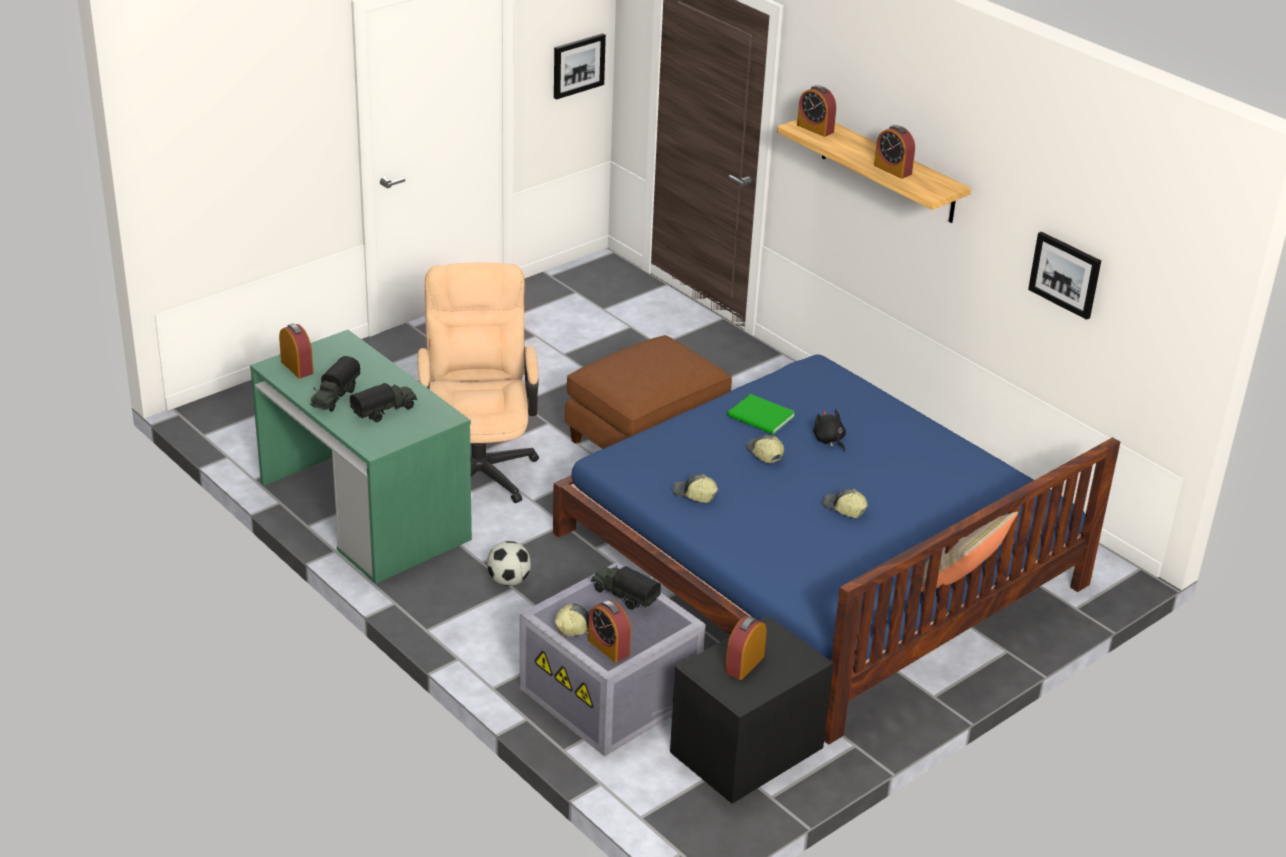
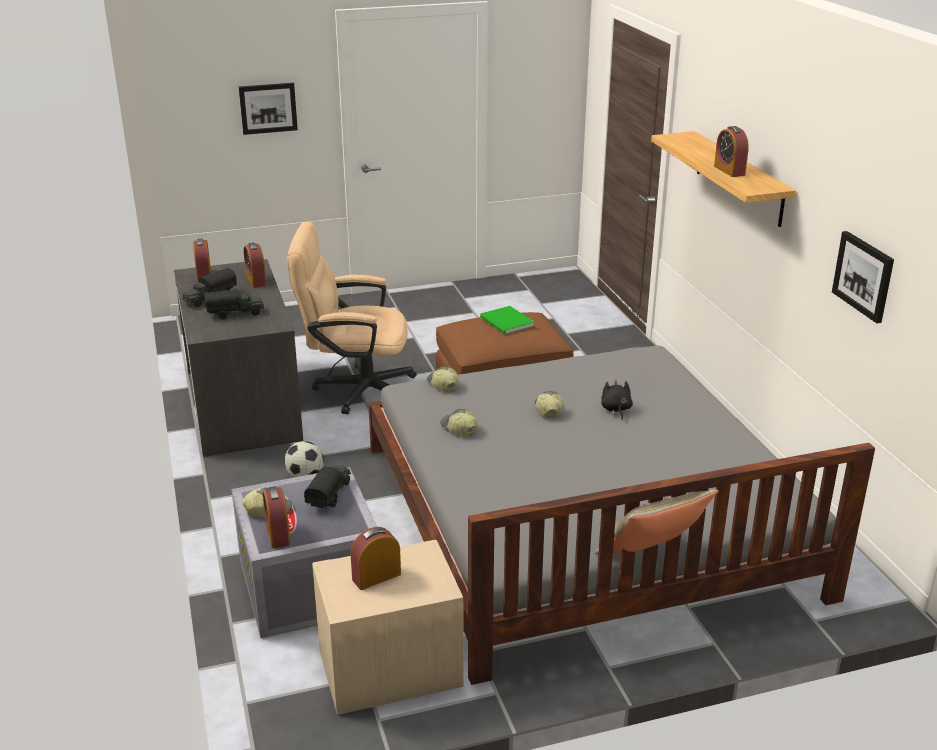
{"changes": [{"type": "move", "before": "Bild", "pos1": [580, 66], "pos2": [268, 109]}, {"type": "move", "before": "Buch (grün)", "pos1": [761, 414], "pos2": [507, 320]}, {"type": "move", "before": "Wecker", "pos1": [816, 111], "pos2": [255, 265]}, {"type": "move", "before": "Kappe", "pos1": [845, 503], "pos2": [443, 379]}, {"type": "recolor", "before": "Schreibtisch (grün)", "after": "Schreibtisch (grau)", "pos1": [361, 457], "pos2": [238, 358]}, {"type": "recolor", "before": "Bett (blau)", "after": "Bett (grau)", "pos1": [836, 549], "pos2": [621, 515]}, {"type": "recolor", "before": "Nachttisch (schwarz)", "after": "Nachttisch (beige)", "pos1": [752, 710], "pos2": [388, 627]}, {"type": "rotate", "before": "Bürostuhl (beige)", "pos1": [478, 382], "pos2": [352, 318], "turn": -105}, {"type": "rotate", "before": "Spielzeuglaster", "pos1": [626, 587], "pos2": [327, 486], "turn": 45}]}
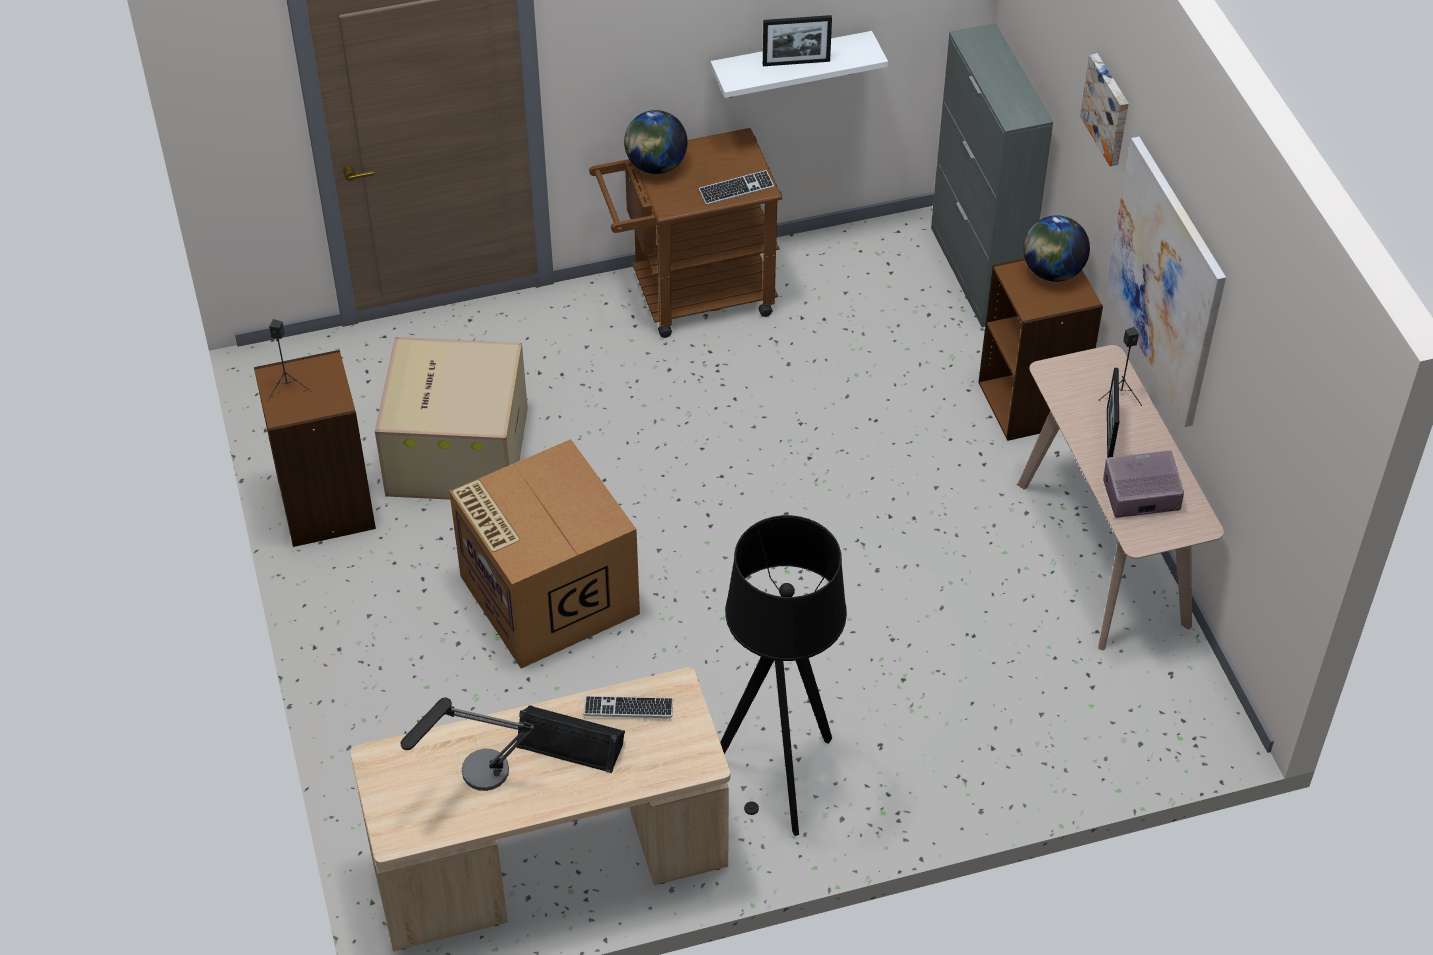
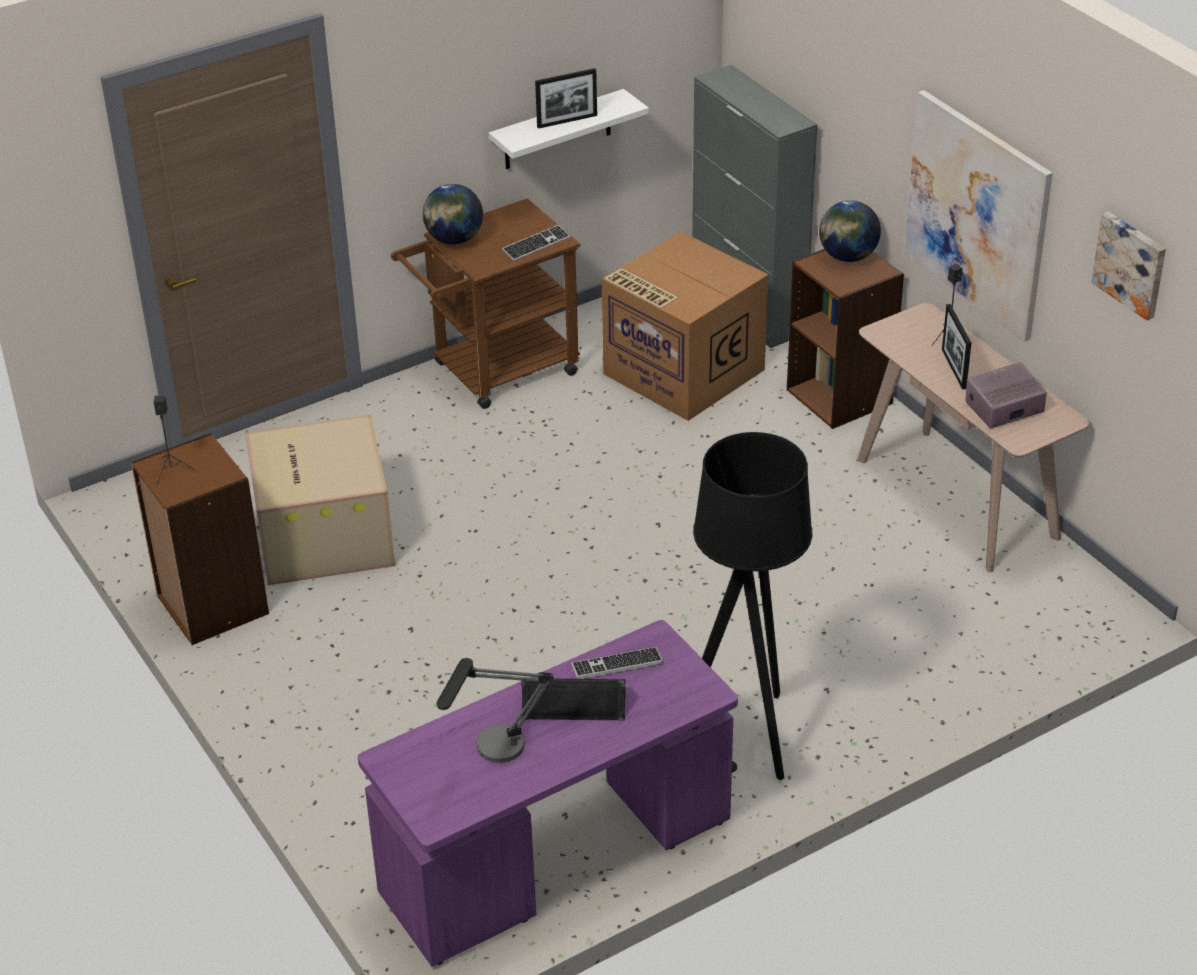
{"changes": [{"type": "move", "before": "Karton", "pos1": [544, 553], "pos2": [685, 326]}, {"type": "move", "before": "Bild", "pos1": [1104, 109], "pos2": [1128, 266]}, {"type": "recolor", "before": "Schreibtisch (beige)", "after": "Schreibtisch (lila)", "pos1": [540, 809], "pos2": [548, 793]}]}
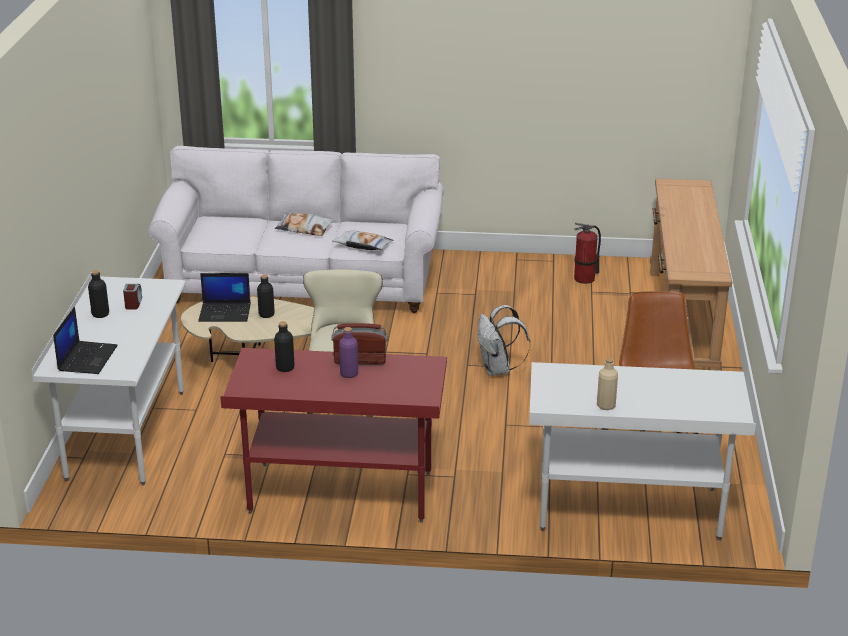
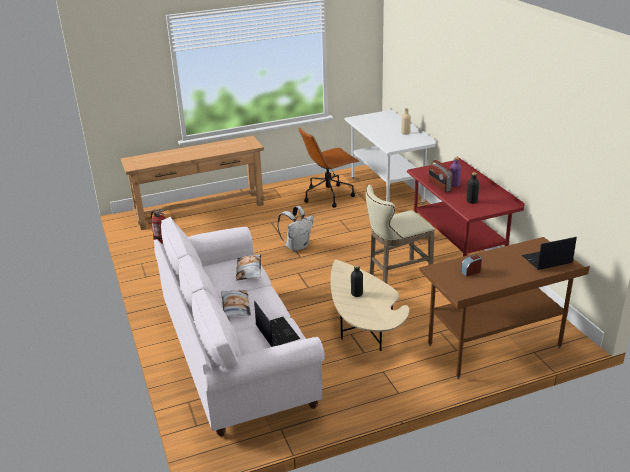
{"changes": [{"type": "delete", "before": "Flasche (schwarz)", "pos1": [98, 294]}, {"type": "move", "before": "Laptop", "pos1": [224, 297], "pos2": [277, 324]}, {"type": "recolor", "before": "Schreibtisch (weiß)", "after": "Schreibtisch (braun)", "pos1": [109, 378], "pos2": [504, 308]}]}
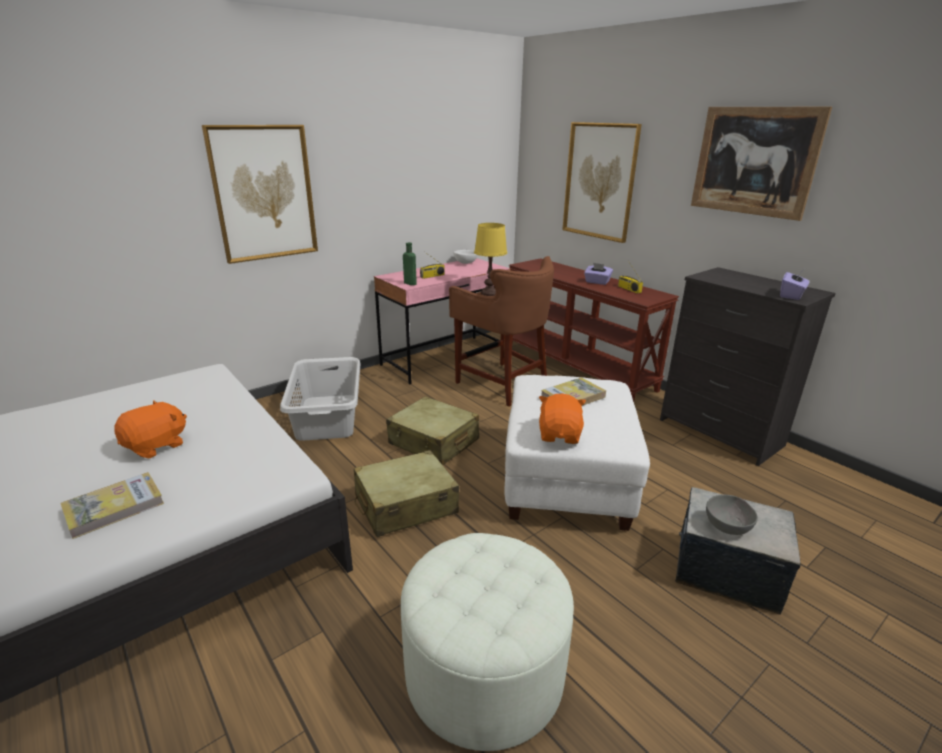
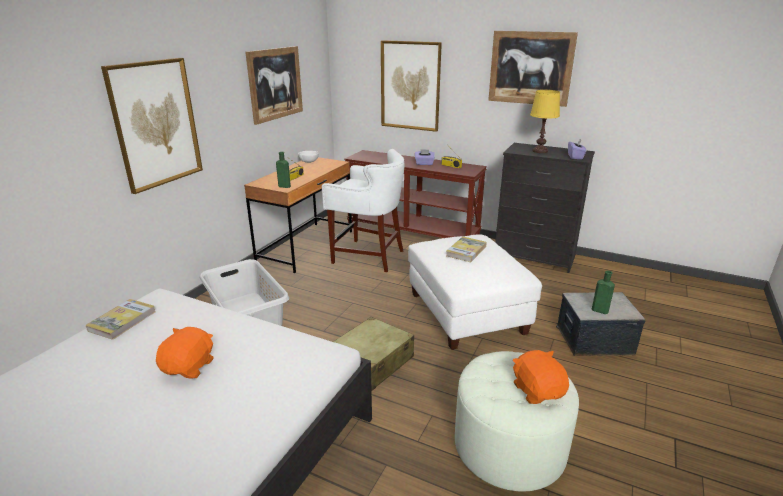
{"changes": [{"type": "delete", "before": "Koffer (beige)", "pos1": [432, 430]}, {"type": "insert", "after": "Bild", "pos2": [274, 85]}, {"type": "move", "before": "Buch", "pos1": [112, 505], "pos2": [121, 319]}, {"type": "move", "before": "Tischlampe (gelb)", "pos1": [490, 259], "pos2": [545, 121]}, {"type": "move", "before": "Plüschtier (orange)", "pos1": [562, 419], "pos2": [541, 377]}, {"type": "replace", "before": "Schüssel (grau)", "after": "Flasche (grün)", "pos1": [732, 515], "pos2": [603, 292]}, {"type": "recolor", "before": "Schreibtisch (rosa)", "after": "Schreibtisch (braun)", "pos1": [442, 321], "pos2": [298, 215]}, {"type": "recolor", "before": "Hocker (braun)", "after": "Hocker (weiß)", "pos1": [501, 331], "pos2": [363, 210]}]}
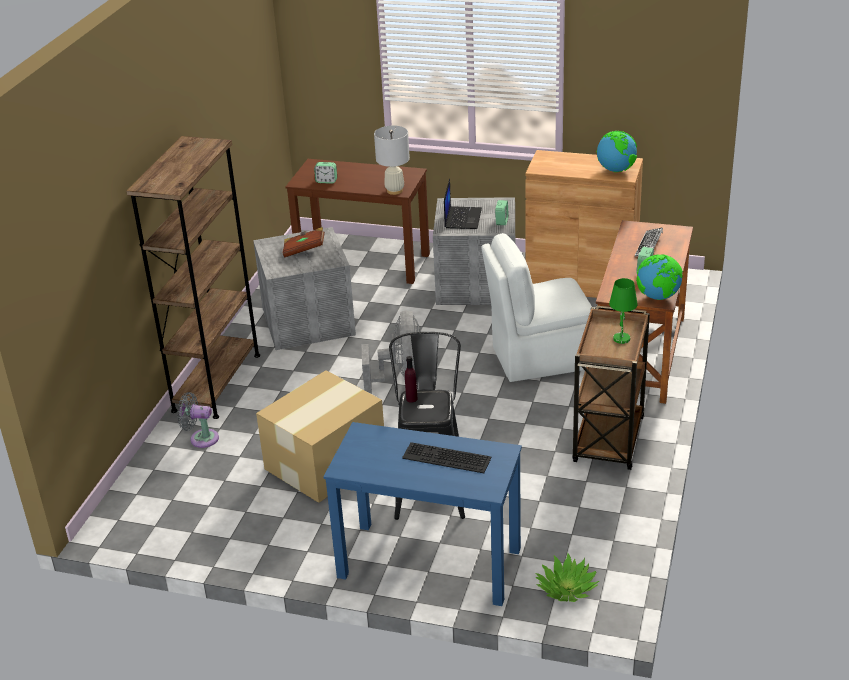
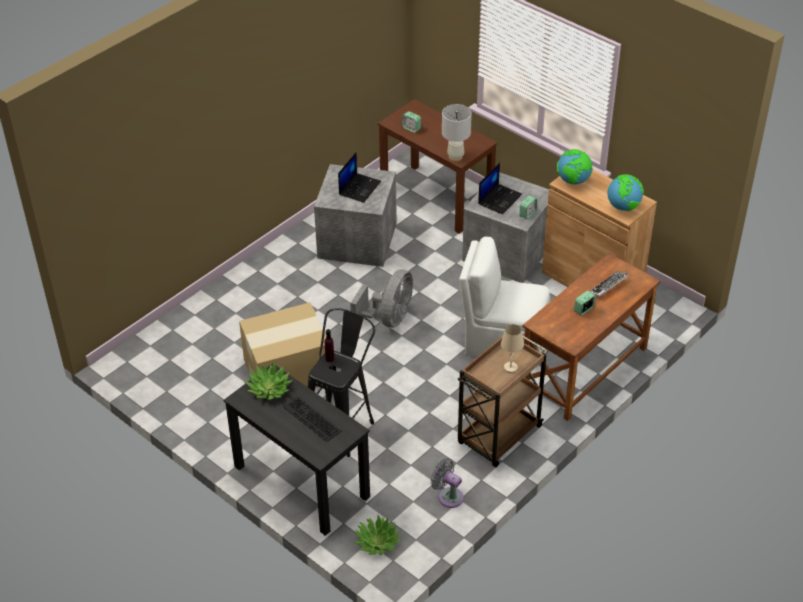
{"changes": [{"type": "delete", "before": "Bücherregal (braun)", "pos1": [193, 277]}, {"type": "insert", "after": "Topfpflanze", "pos2": [268, 380]}, {"type": "move", "before": "Ventilator (grau)", "pos1": [198, 420], "pos2": [447, 483]}, {"type": "move", "before": "Globus", "pos1": [659, 277], "pos2": [575, 166]}, {"type": "replace", "before": "Buch (braun)", "after": "Laptop", "pos1": [304, 242], "pos2": [359, 178]}, {"type": "recolor", "before": "Schreibtisch (blau)", "after": "Schreibtisch (schwarz)", "pos1": [422, 514], "pos2": [297, 449]}, {"type": "recolor", "before": "Tischlampe (grün)", "after": "Tischlampe (beige)", "pos1": [623, 311], "pos2": [512, 348]}]}
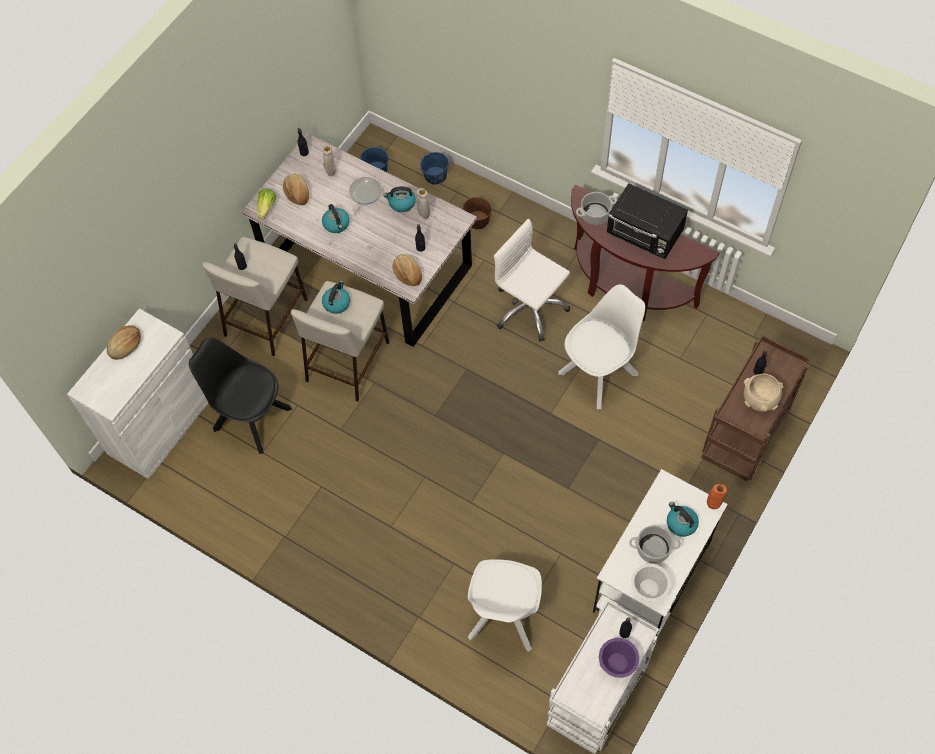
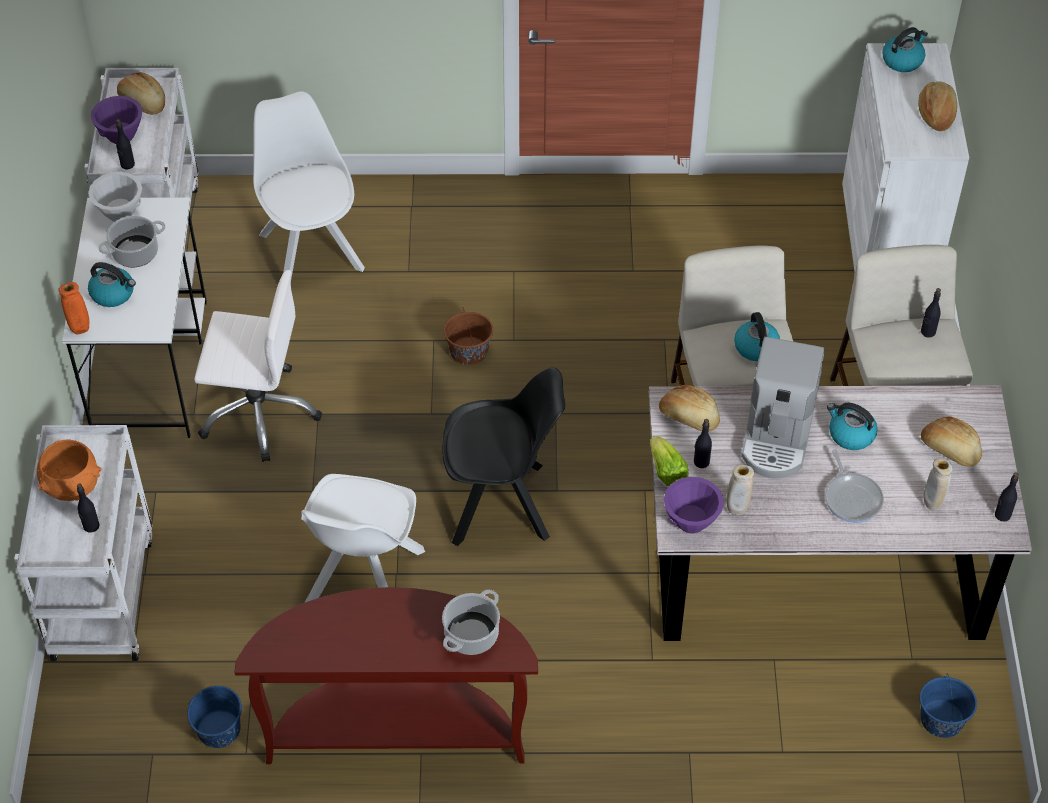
{"changes": [{"type": "delete", "before": "Mikrowelle (schwarz)", "pos1": [647, 221]}, {"type": "insert", "after": "Brot", "pos2": [141, 93]}, {"type": "insert", "after": "Schüssel (lila)", "pos2": [694, 505]}, {"type": "insert", "after": "Kaffeemaschine", "pos2": [783, 407]}, {"type": "move", "before": "Stuhl (schwarz)", "pos1": [240, 395], "pos2": [503, 456]}, {"type": "move", "before": "Salatkopf", "pos1": [267, 204], "pos2": [669, 461]}, {"type": "move", "before": "Wasserkessel", "pos1": [399, 199], "pos2": [905, 49]}, {"type": "move", "before": "Eimer (blau)", "pos1": [434, 168], "pos2": [214, 717]}, {"type": "move", "before": "Eimer (braun)", "pos1": [477, 212], "pos2": [468, 336]}, {"type": "move", "before": "Bürostuhl (weiß)", "pos1": [532, 280], "pos2": [258, 366]}, {"type": "recolor", "before": "Rollwagen (braun)", "after": "Rollwagen (weiß)", "pos1": [755, 408], "pos2": [83, 543]}, {"type": "recolor", "before": "Schüssel (beige)", "after": "Schüssel (orange)", "pos1": [764, 392], "pos2": [69, 470]}]}
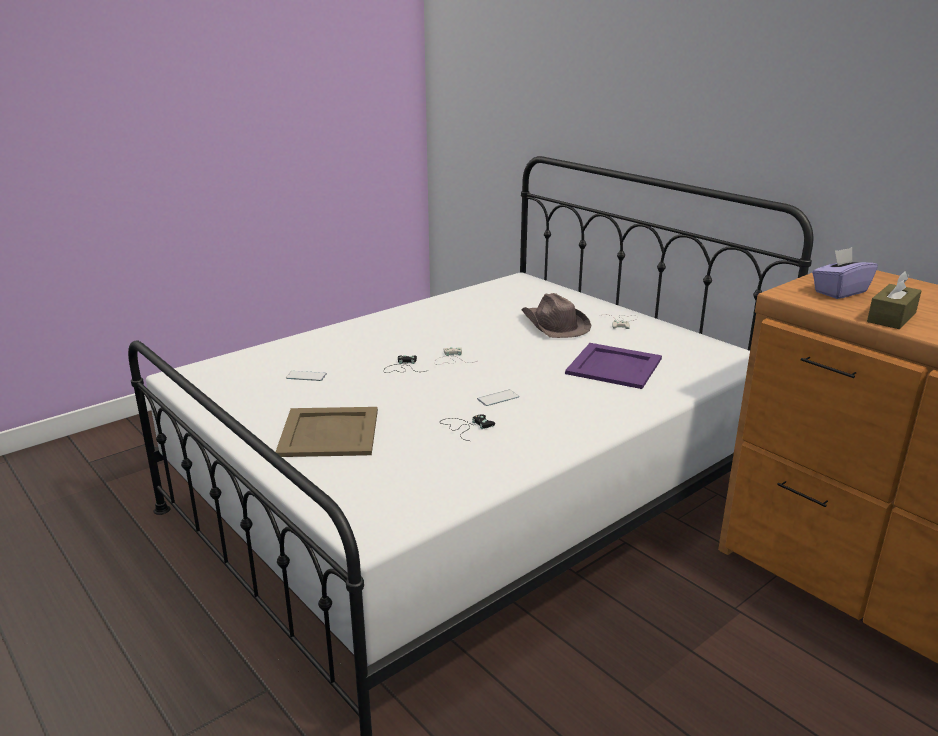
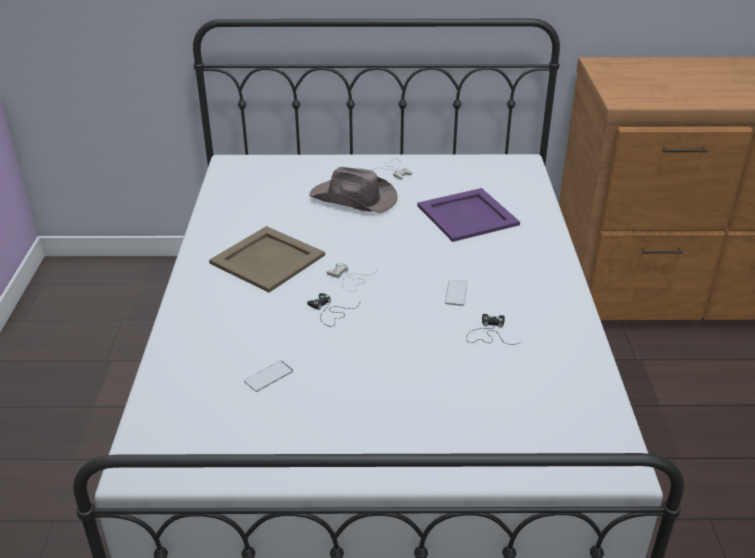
{"changes": [{"type": "delete", "before": "Taschentuchbox (lila)", "pos1": [845, 273]}, {"type": "delete", "before": "Taschentuchbox (braun)", "pos1": [894, 300]}, {"type": "move", "before": "Tablett (beige)", "pos1": [327, 432], "pos2": [267, 259]}]}
